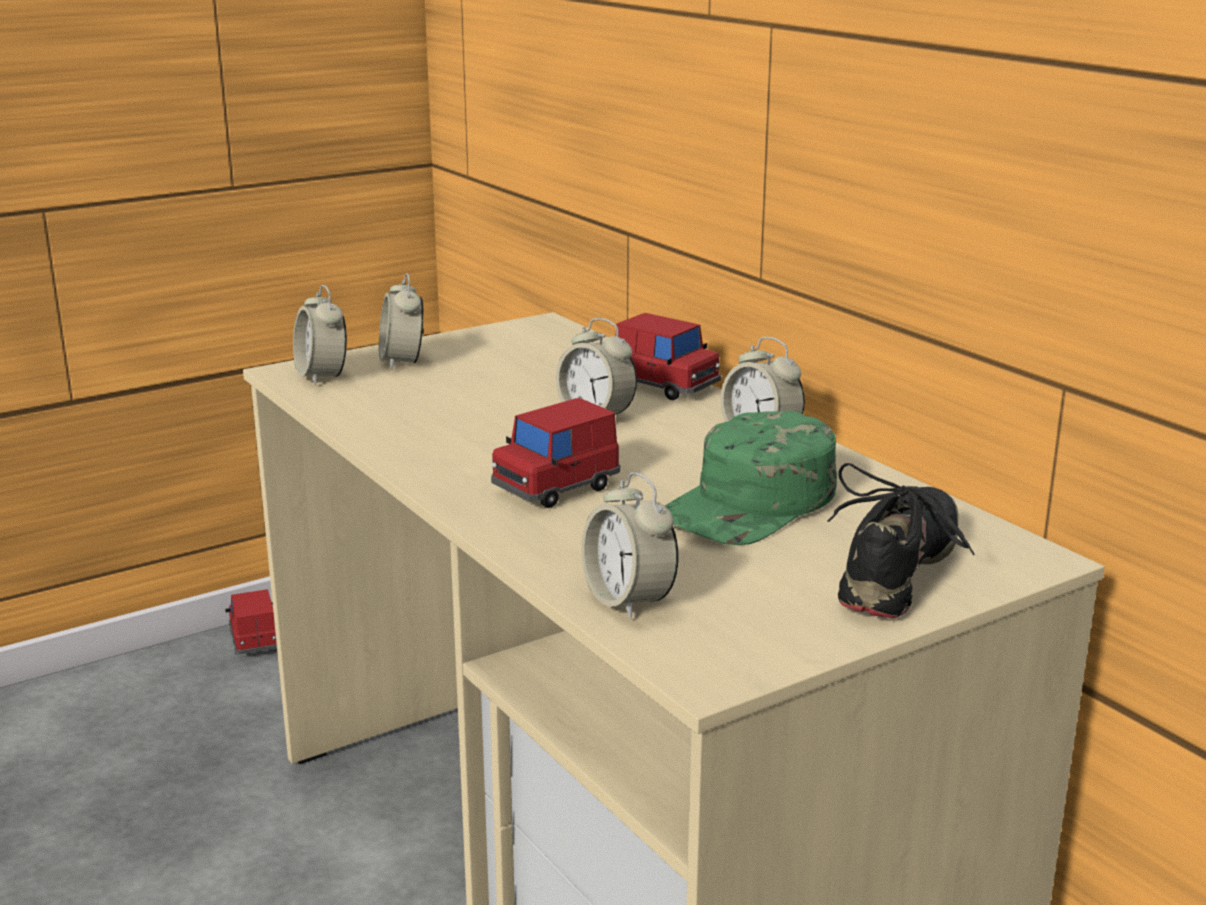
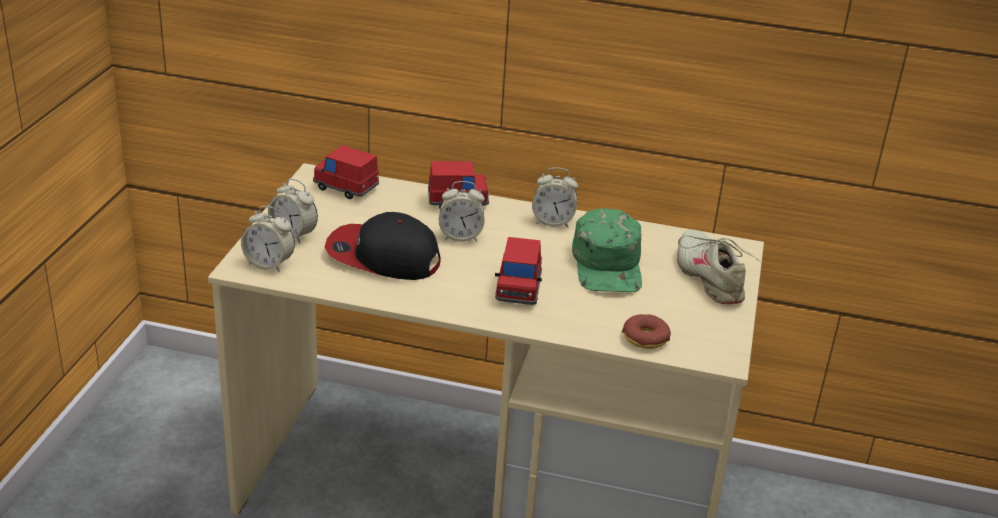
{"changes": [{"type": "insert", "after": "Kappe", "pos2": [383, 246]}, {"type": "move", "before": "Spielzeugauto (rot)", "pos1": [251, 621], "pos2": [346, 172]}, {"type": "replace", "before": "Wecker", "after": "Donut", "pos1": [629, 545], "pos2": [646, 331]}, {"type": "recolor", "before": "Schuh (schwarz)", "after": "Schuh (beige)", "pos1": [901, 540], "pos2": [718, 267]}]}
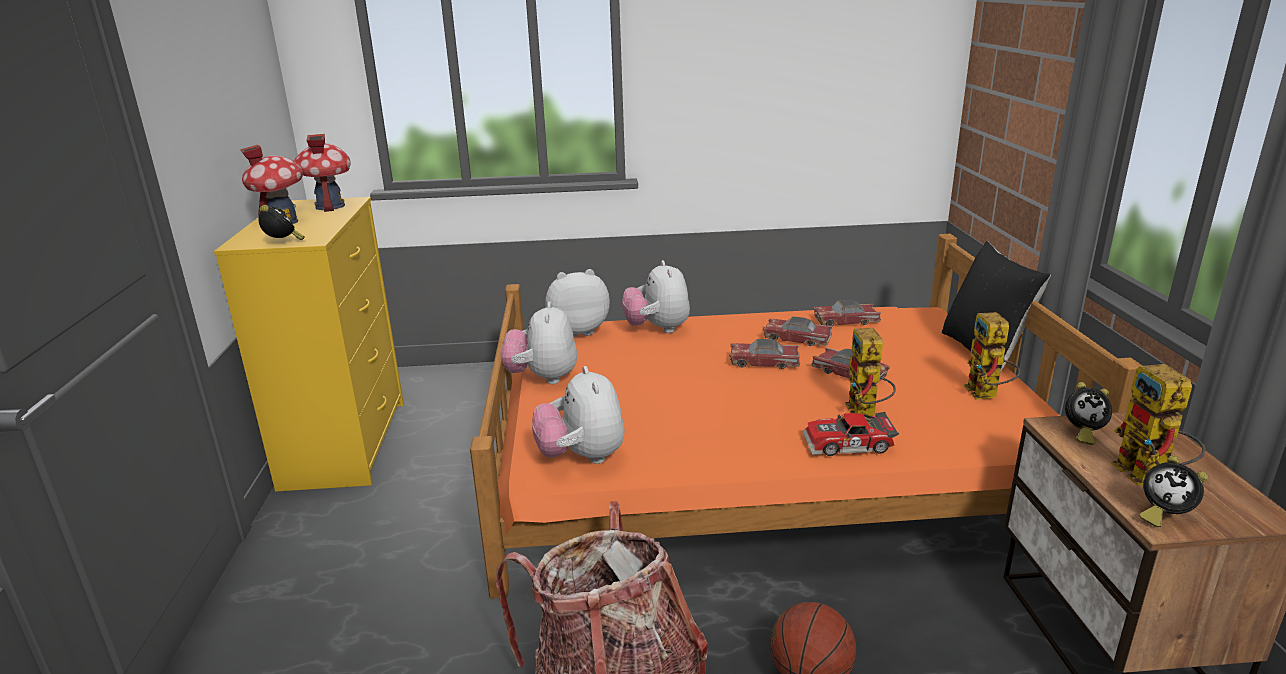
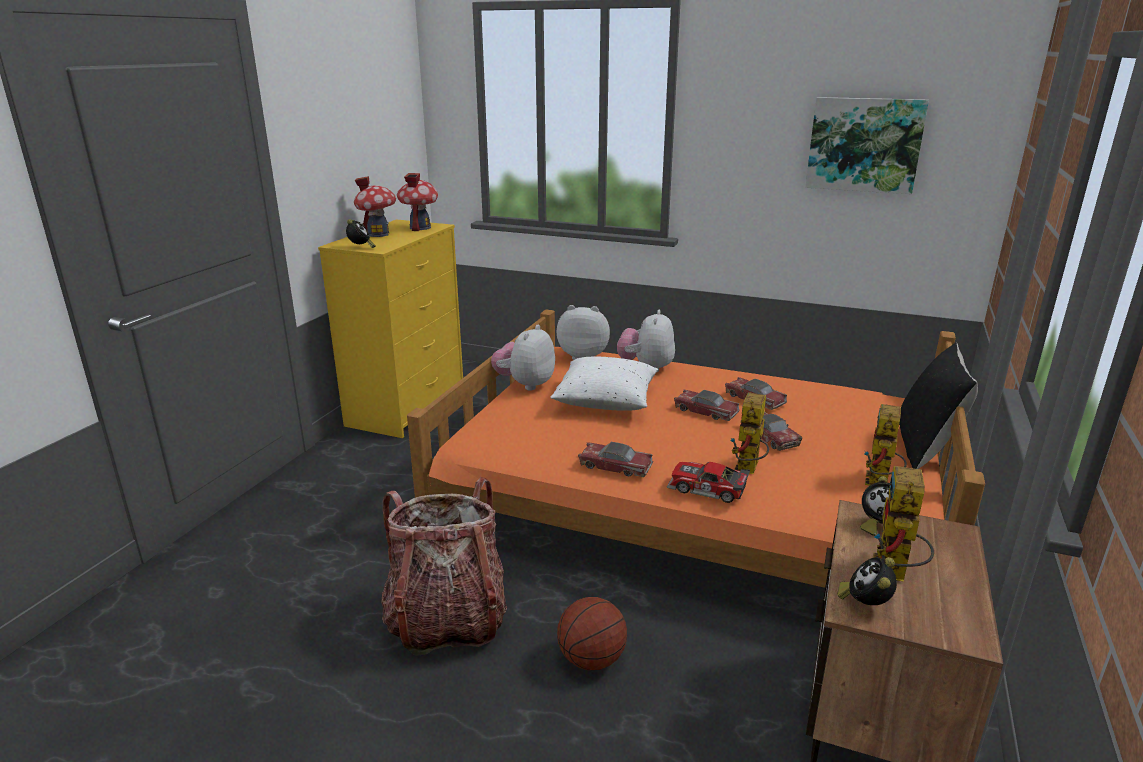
{"changes": [{"type": "delete", "before": "Plüschtier", "pos1": [578, 415]}, {"type": "insert", "after": "Kissen (weiß)", "pos2": [604, 383]}, {"type": "insert", "after": "Bild", "pos2": [867, 145]}, {"type": "move", "before": "Spielzeugauto", "pos1": [847, 313], "pos2": [615, 459]}, {"type": "rotate", "before": "Wecker", "pos1": [1173, 491], "pos2": [867, 581], "turn": 45}]}
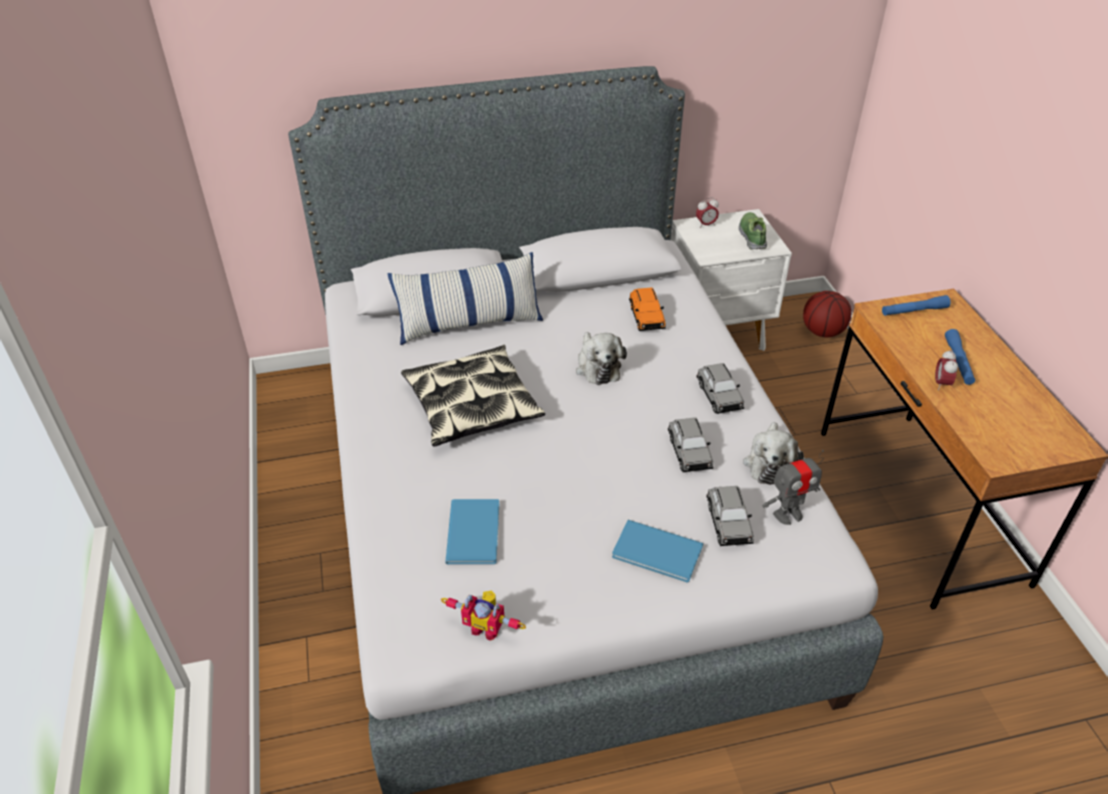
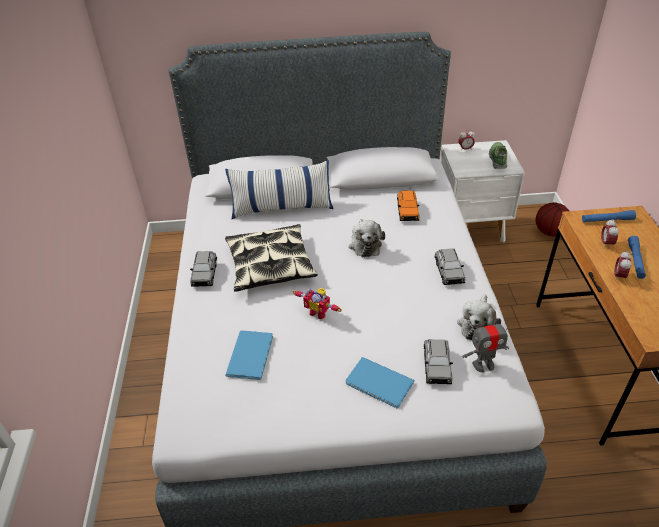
{"changes": [{"type": "insert", "after": "Wecker", "pos2": [610, 233]}, {"type": "move", "before": "Spielzeugroboter", "pos1": [483, 615], "pos2": [317, 303]}, {"type": "move", "before": "Spielzeugauto (grau)", "pos1": [690, 444], "pos2": [203, 269]}]}
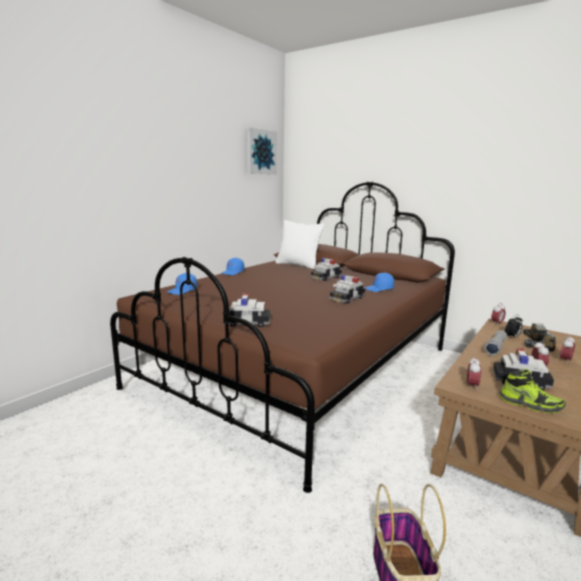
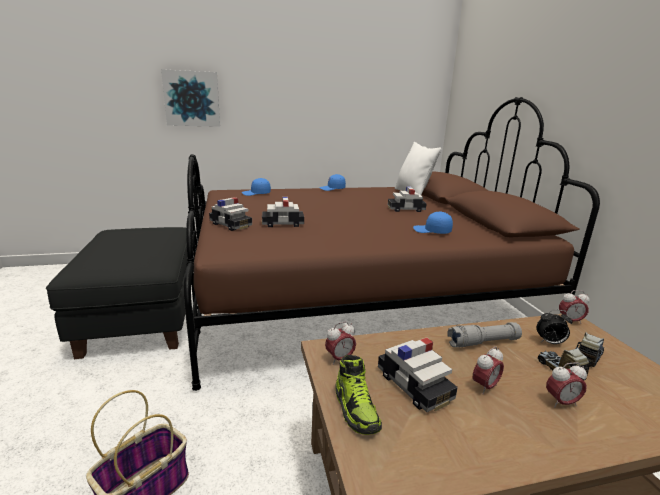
{"changes": [{"type": "insert", "after": "Polsterhocker (schwarz)", "pos2": [120, 293]}, {"type": "move", "before": "Bild", "pos1": [262, 150], "pos2": [190, 98]}, {"type": "move", "before": "Spielzeugauto", "pos1": [347, 289], "pos2": [283, 212]}]}
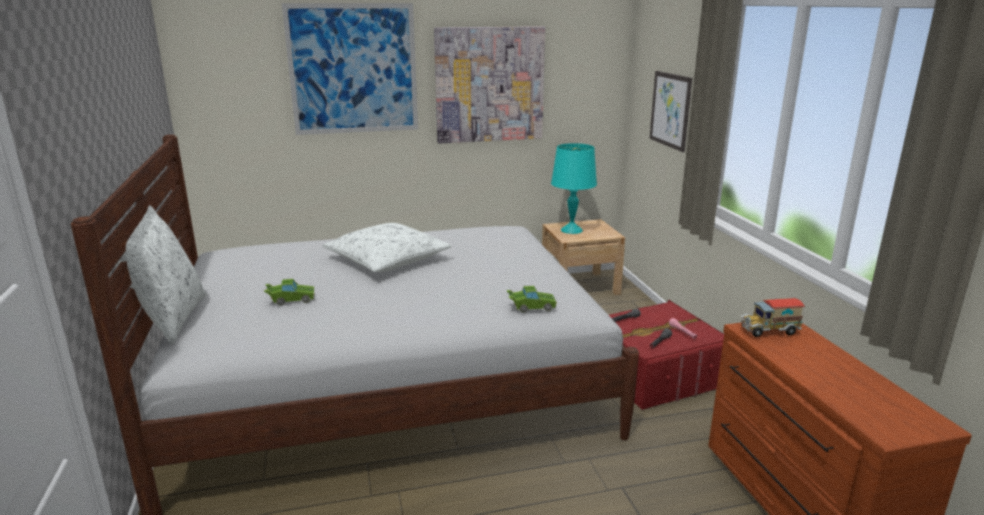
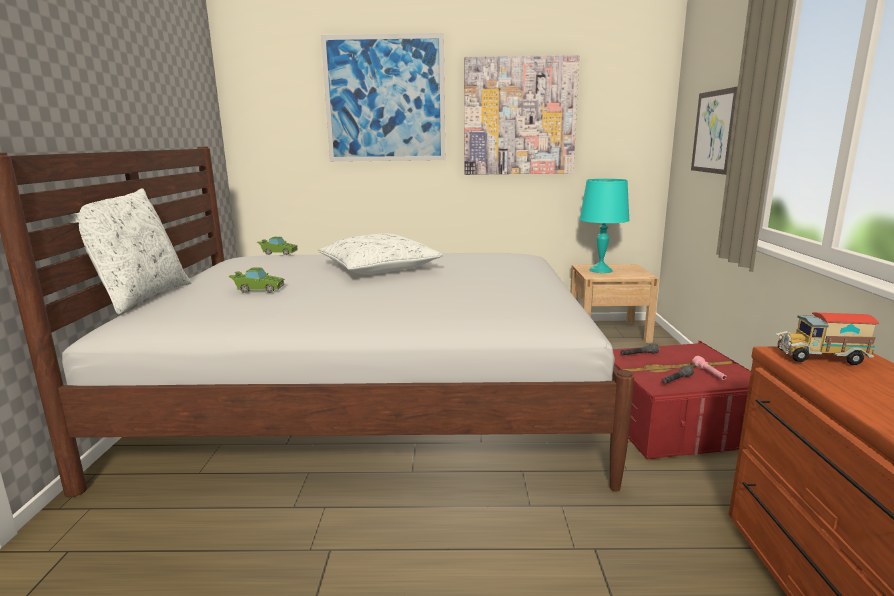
{"changes": [{"type": "move", "before": "Spielzeugauto (grün)", "pos1": [532, 299], "pos2": [277, 246]}]}
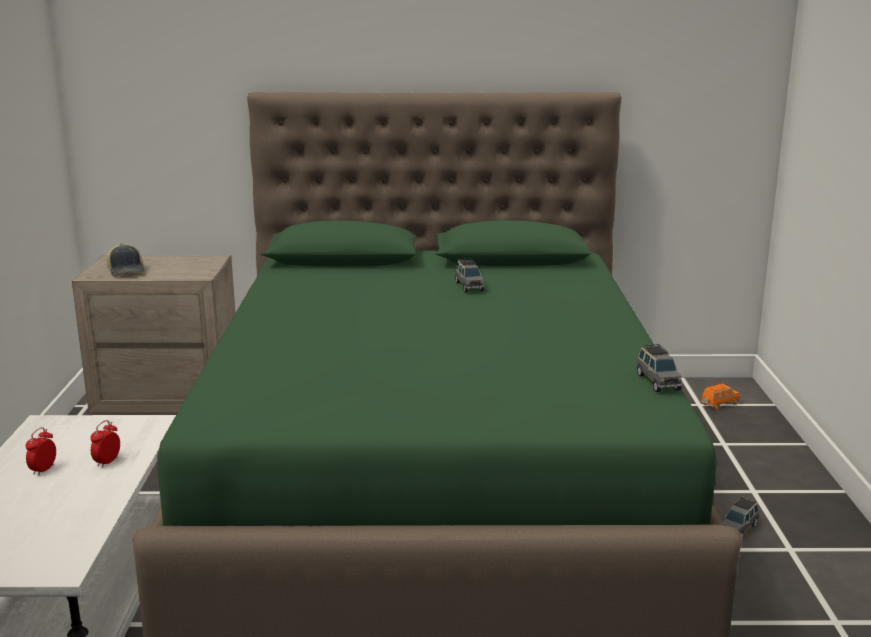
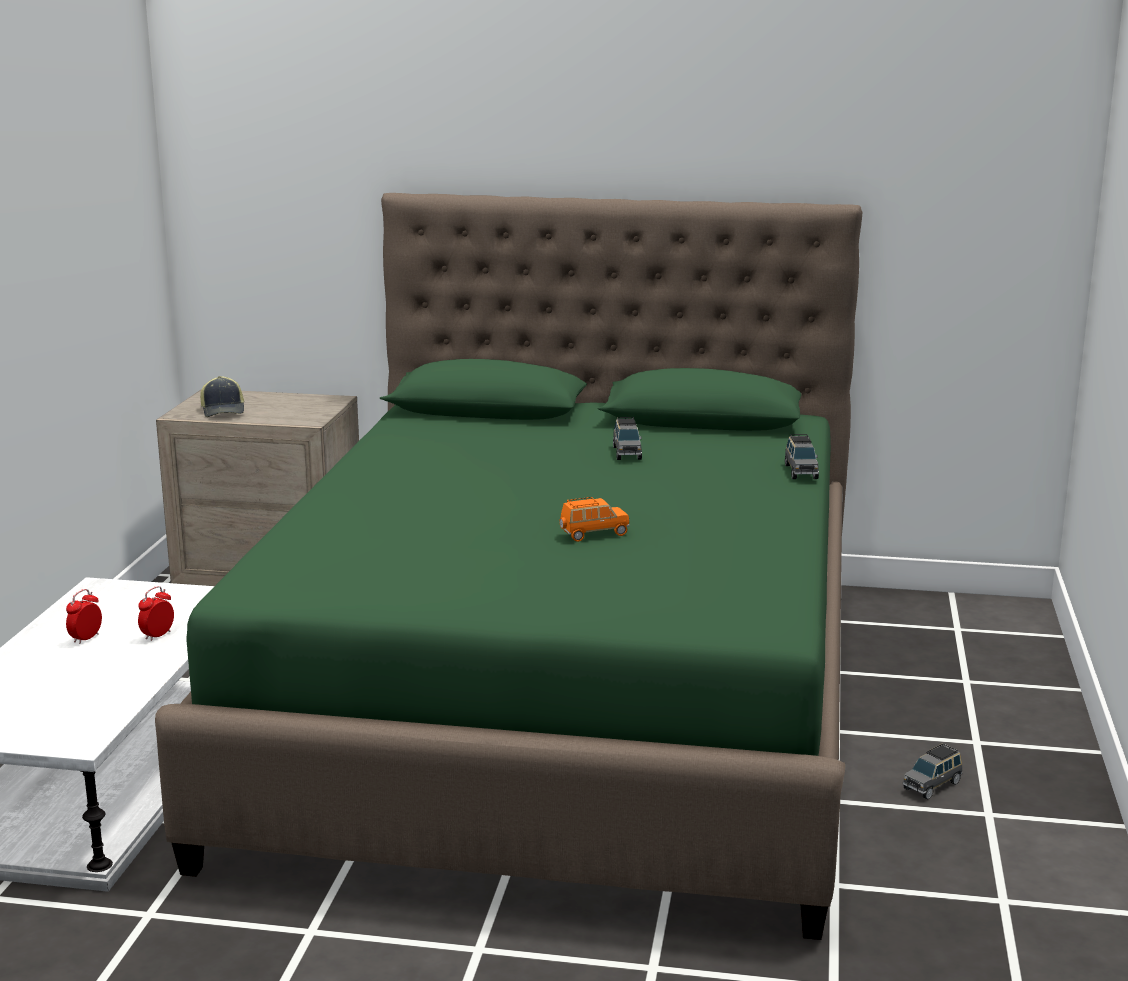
{"changes": [{"type": "move", "before": "Spielzeugauto (grau)", "pos1": [659, 368], "pos2": [802, 456]}, {"type": "move", "before": "Spielzeugauto (orange)", "pos1": [721, 397], "pos2": [594, 519]}]}
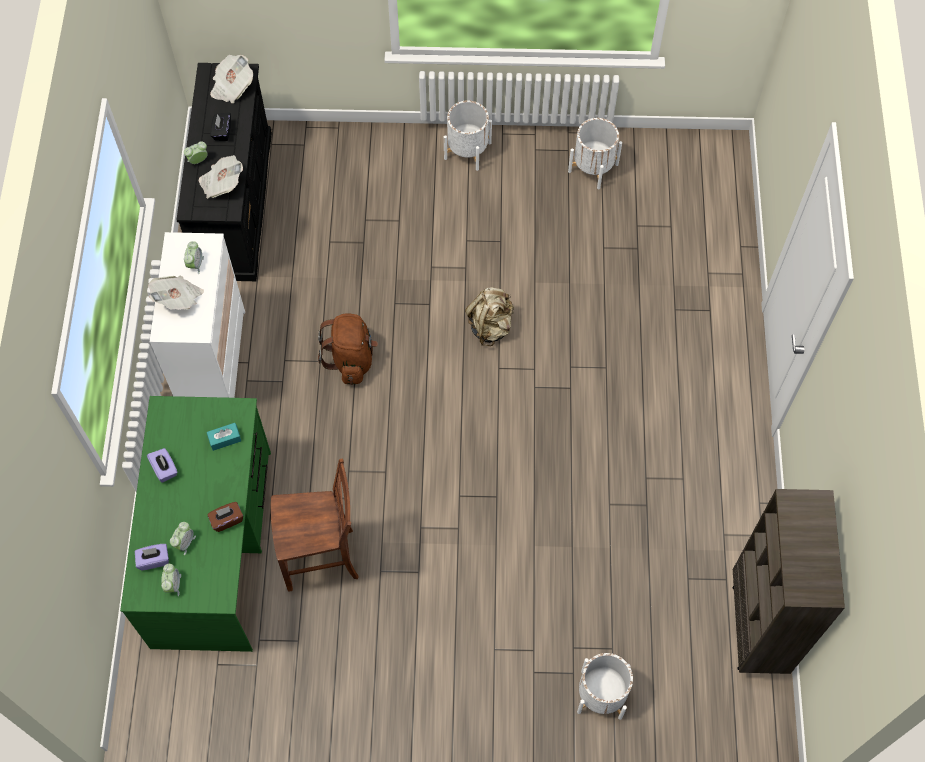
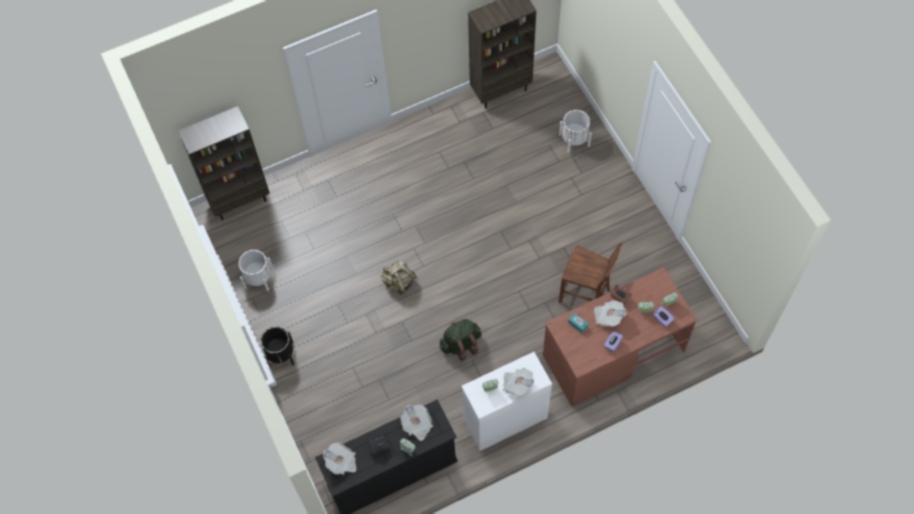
{"changes": [{"type": "insert", "after": "Bücherregal (braun)", "pos2": [224, 163]}, {"type": "insert", "after": "Zeitung", "pos2": [610, 313]}, {"type": "recolor", "before": "Schreibtisch (grün)", "after": "Schreibtisch (braun)", "pos1": [195, 524], "pos2": [620, 337]}, {"type": "recolor", "before": "Rucksack (braun)", "after": "Rucksack (grün)", "pos1": [348, 349], "pos2": [461, 340]}, {"type": "recolor", "before": "Pflanzkübel (weiß)", "after": "Pflanzkübel (schwarz)", "pos1": [468, 135], "pos2": [277, 347]}, {"type": "rotate", "before": "Stuhl (braun)", "pos1": [315, 525], "pos2": [591, 272], "turn": 150}]}
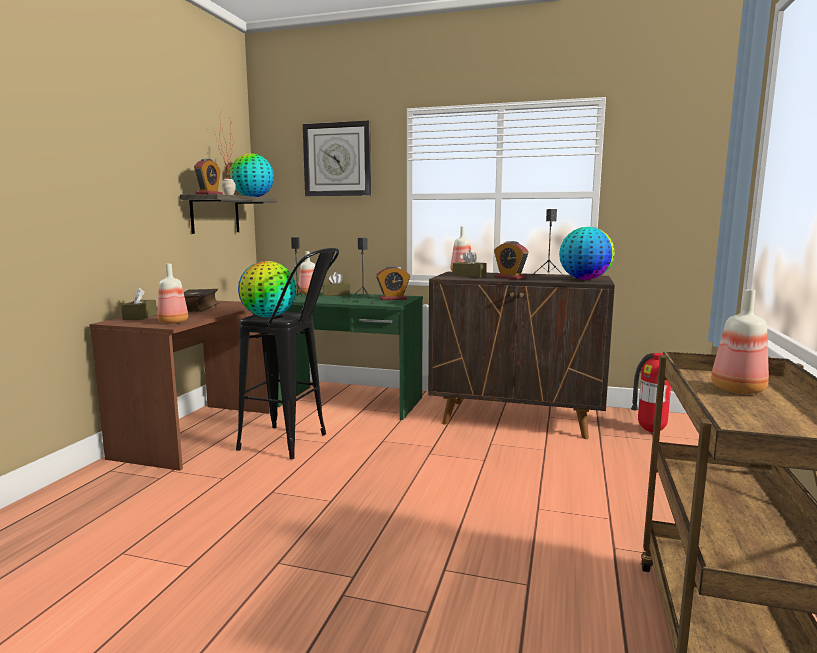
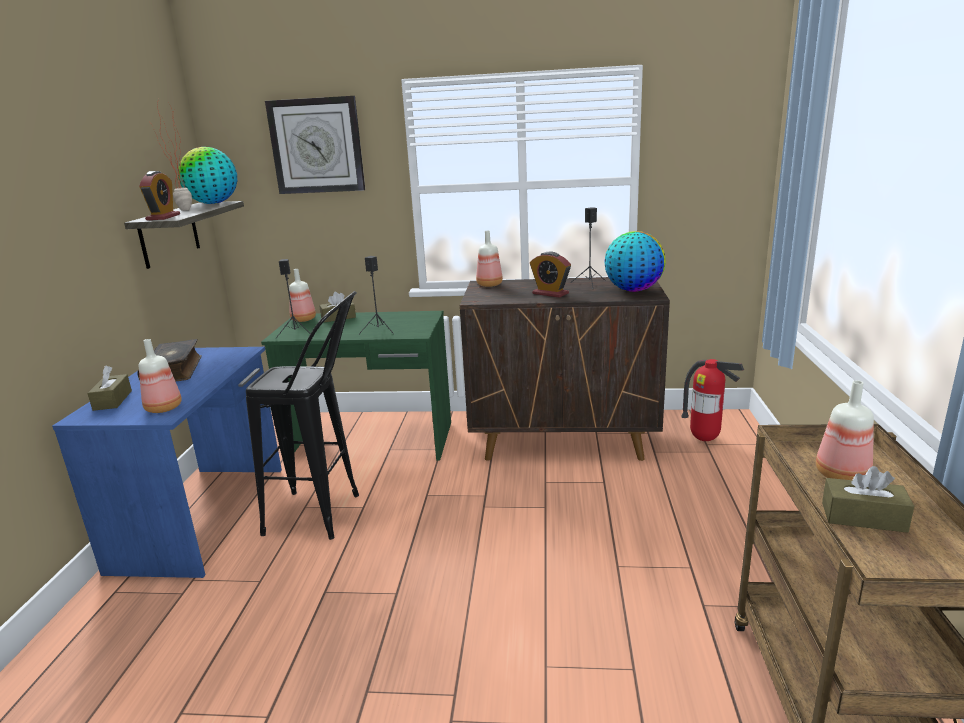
{"changes": [{"type": "delete", "before": "Globus", "pos1": [267, 289]}, {"type": "delete", "before": "Wecker", "pos1": [393, 283]}, {"type": "move", "before": "Taschentuchbox (braun)", "pos1": [470, 264], "pos2": [868, 499]}, {"type": "recolor", "before": "Schreibtisch (braun)", "after": "Schreibtisch (blau)", "pos1": [179, 386], "pos2": [167, 462]}]}
